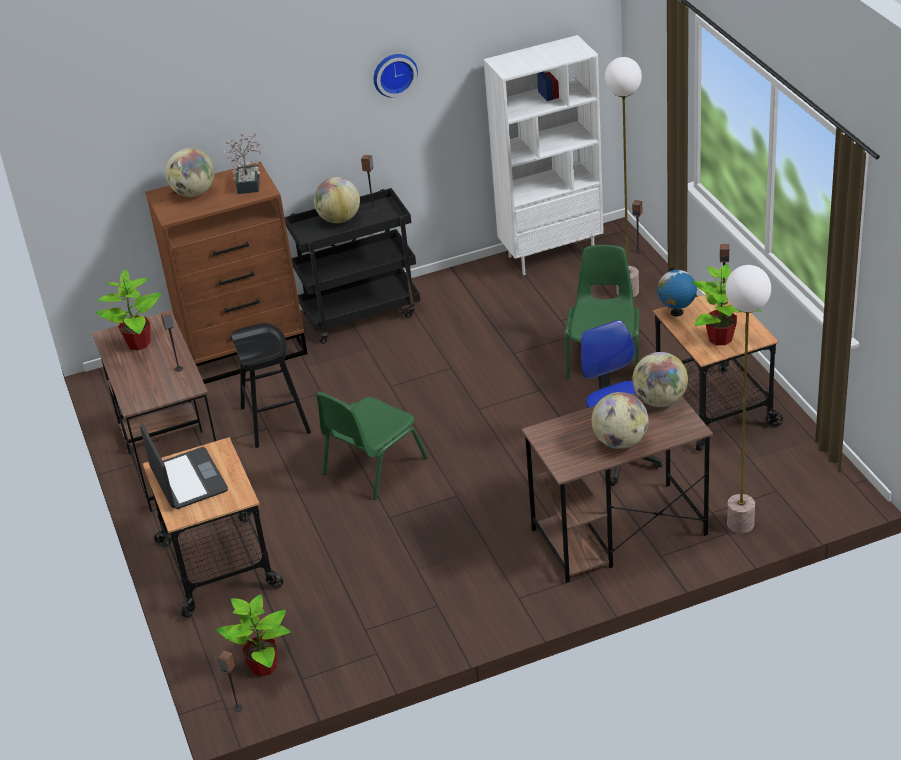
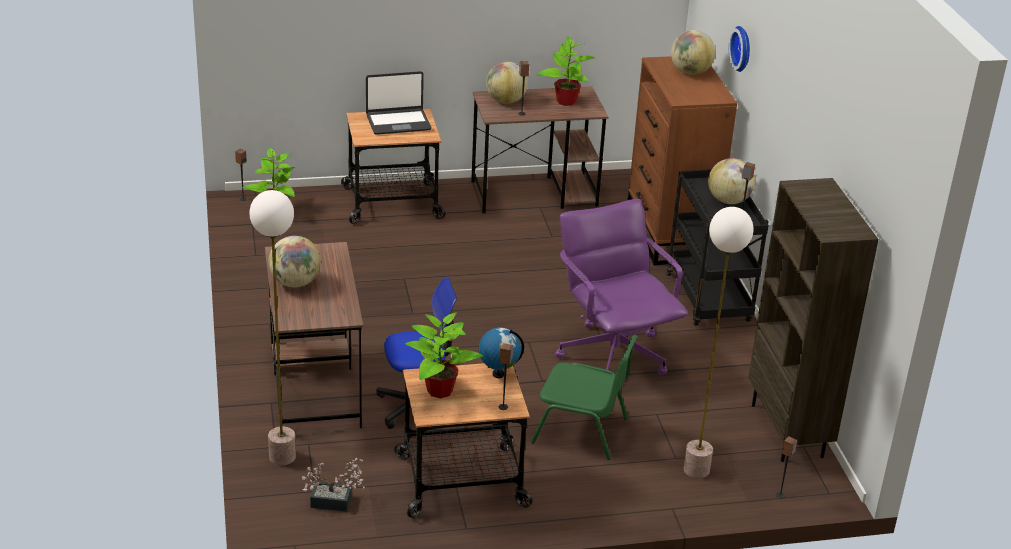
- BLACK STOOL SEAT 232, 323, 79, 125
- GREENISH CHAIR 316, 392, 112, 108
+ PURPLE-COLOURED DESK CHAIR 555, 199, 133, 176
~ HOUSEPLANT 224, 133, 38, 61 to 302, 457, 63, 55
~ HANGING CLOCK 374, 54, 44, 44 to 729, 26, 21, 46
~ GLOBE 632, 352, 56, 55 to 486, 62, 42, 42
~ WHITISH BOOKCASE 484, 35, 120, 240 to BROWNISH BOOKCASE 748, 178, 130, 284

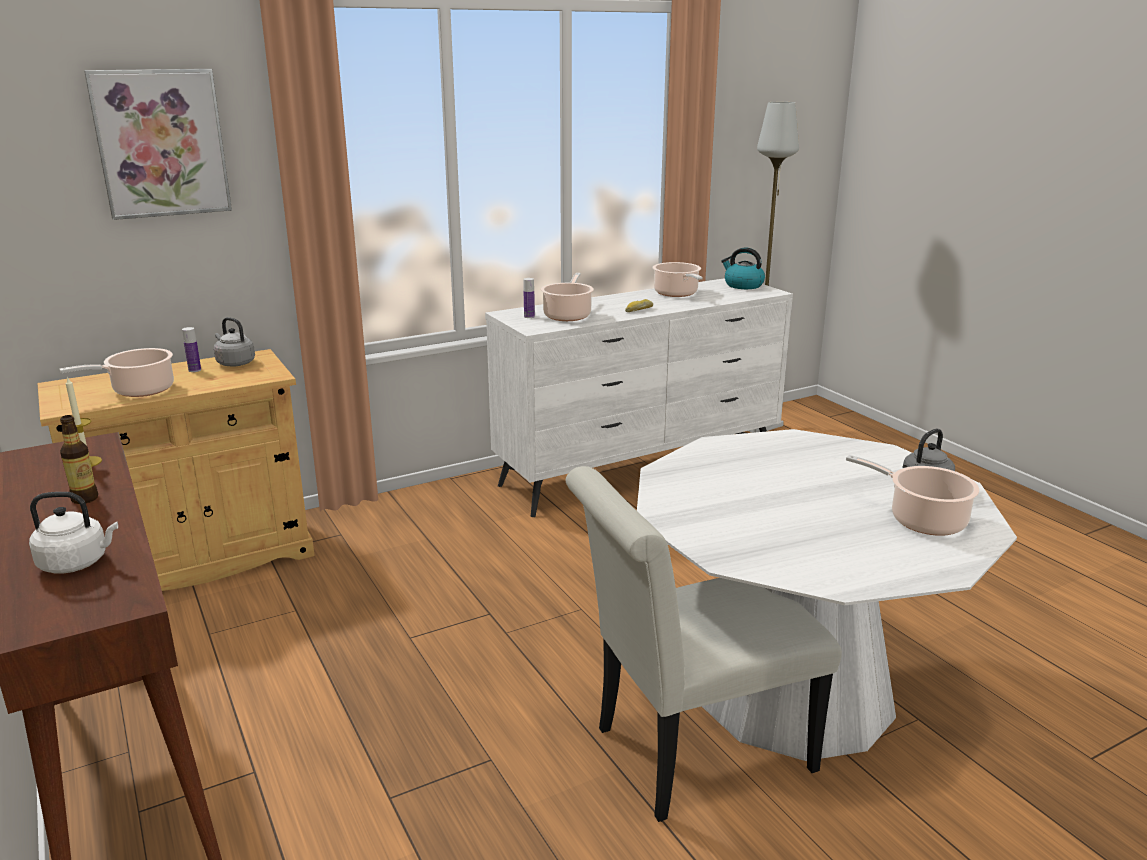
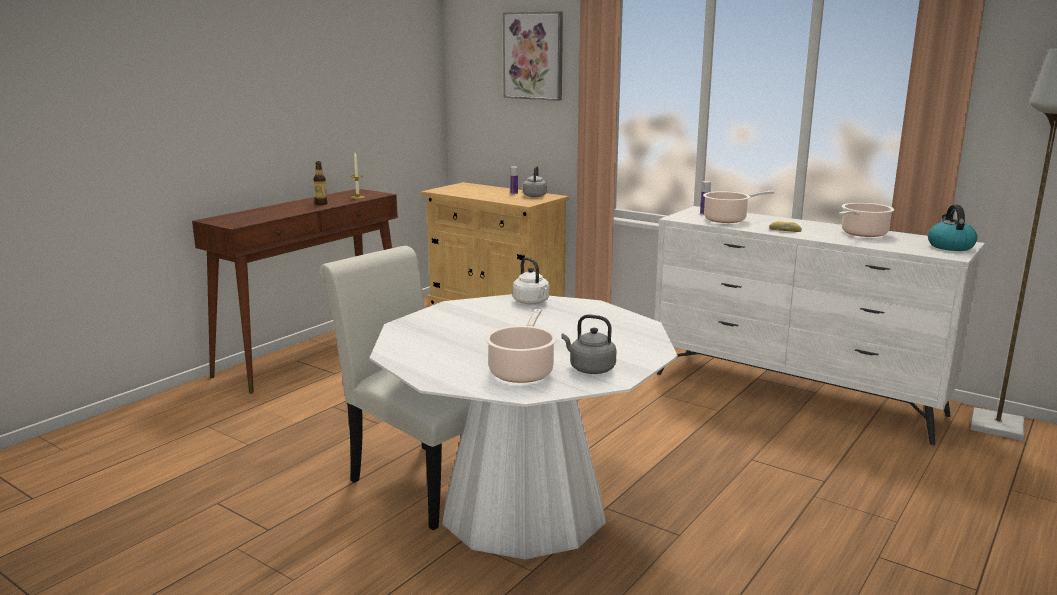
- STOCKPOT 59, 348, 115, 49
~ WHITISH KETTLE 29, 492, 89, 82 to 513, 257, 37, 48

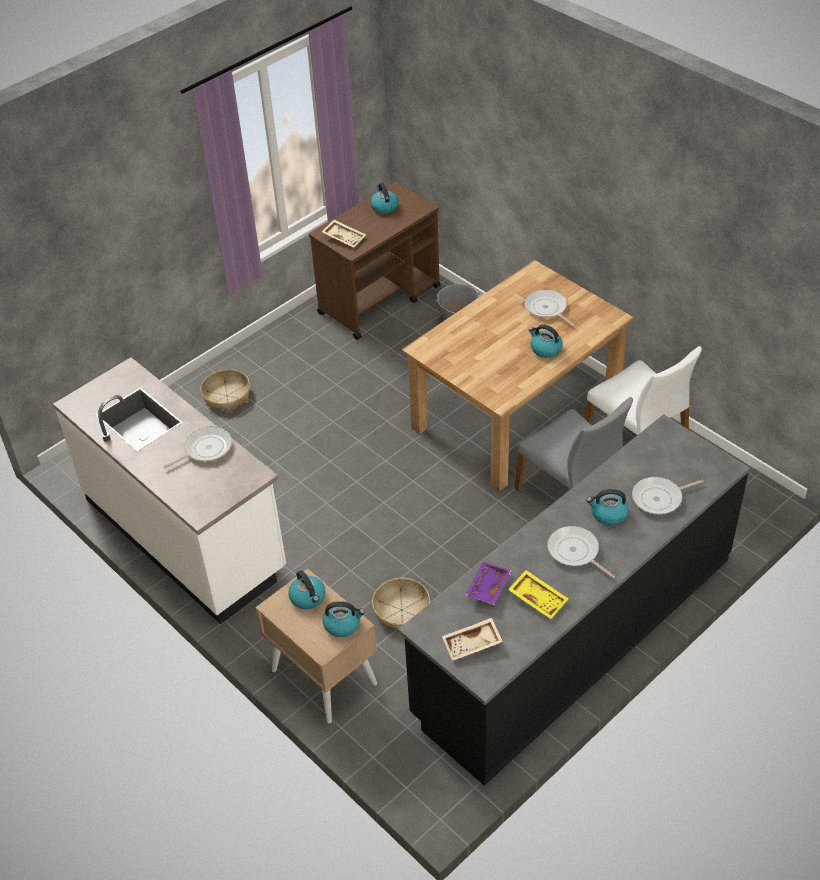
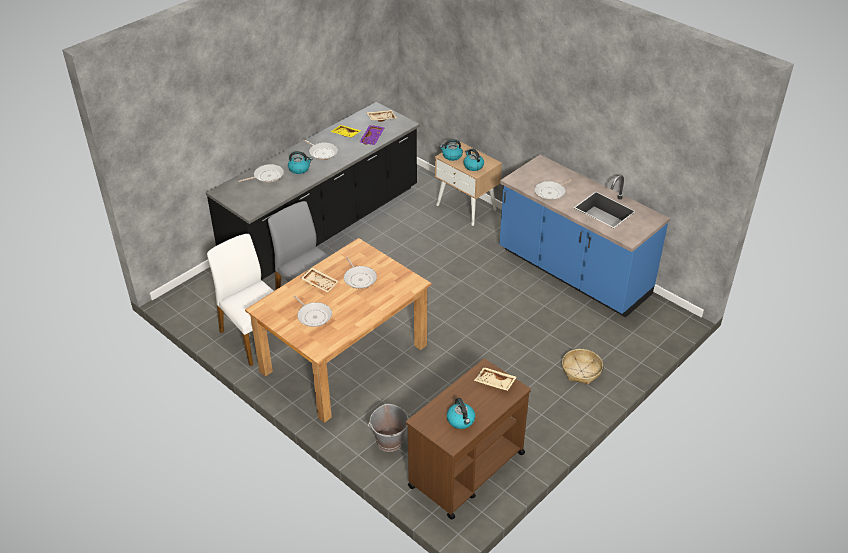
- STORAGE BASKET 372, 578, 58, 51
+ PAN 344, 257, 33, 32
~ KETTLE 529, 325, 34, 33 to SAND-COLOURED TRAY 301, 267, 38, 26
~ WHITISH COUNTER 53, 357, 233, 267 to BLUE COUNTER 499, 155, 171, 163

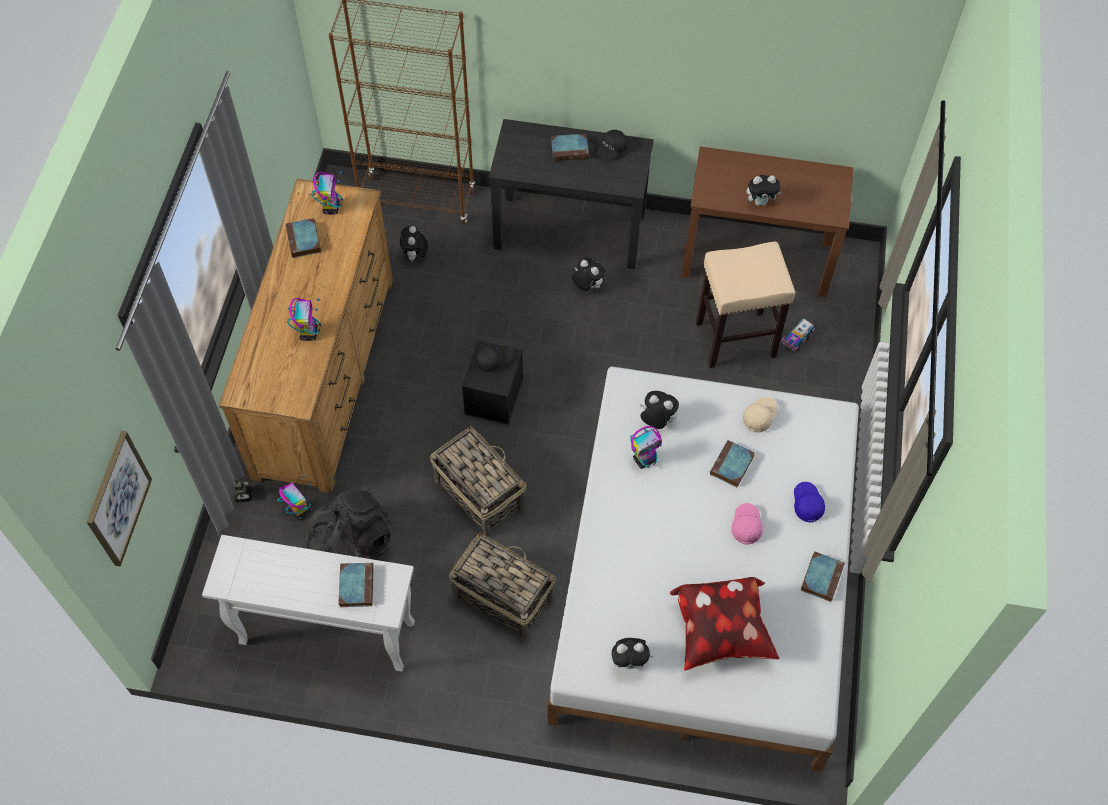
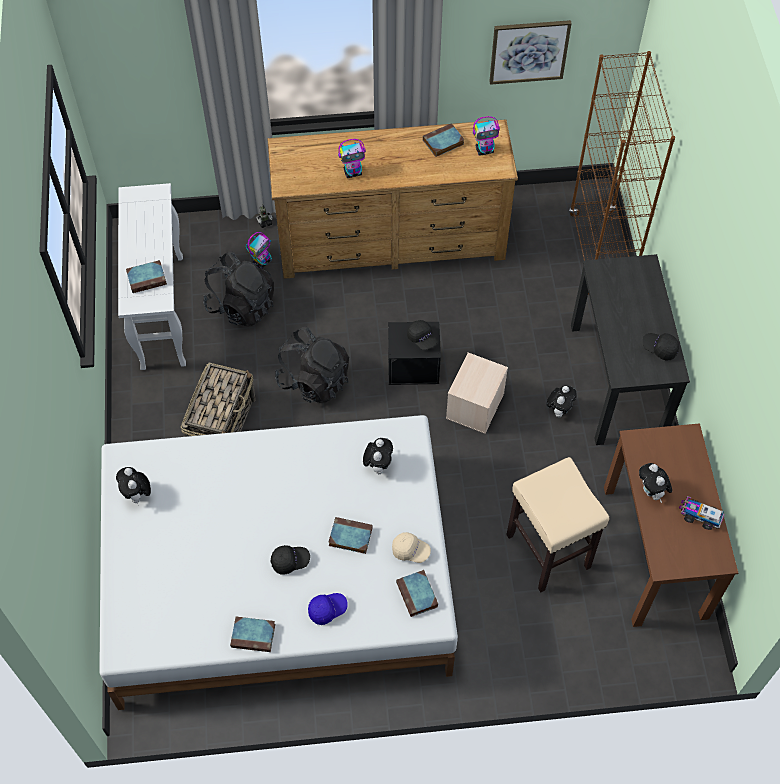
- CUDDLY TOY 400, 226, 28, 34
- TOY ROBOT 630, 426, 32, 43
- CUSHION 670, 577, 109, 94
+ SAND-COLOURED STORAGE BIN 446, 352, 62, 82
~ WALL PICTURE 86, 431, 66, 135 to 489, 20, 83, 65
~ BOUND BOOK 551, 134, 38, 27 to 396, 570, 42, 47
~ MODEL TRUCK 781, 319, 34, 32 to 679, 496, 45, 34
~ STORAGE BASKET 430, 425, 97, 112 to BLACK BACKPACK 275, 326, 74, 77
~ PINKISH PEAKED CAP 732, 503, 31, 42 to BLACK PEAKED CAP 270, 545, 40, 30

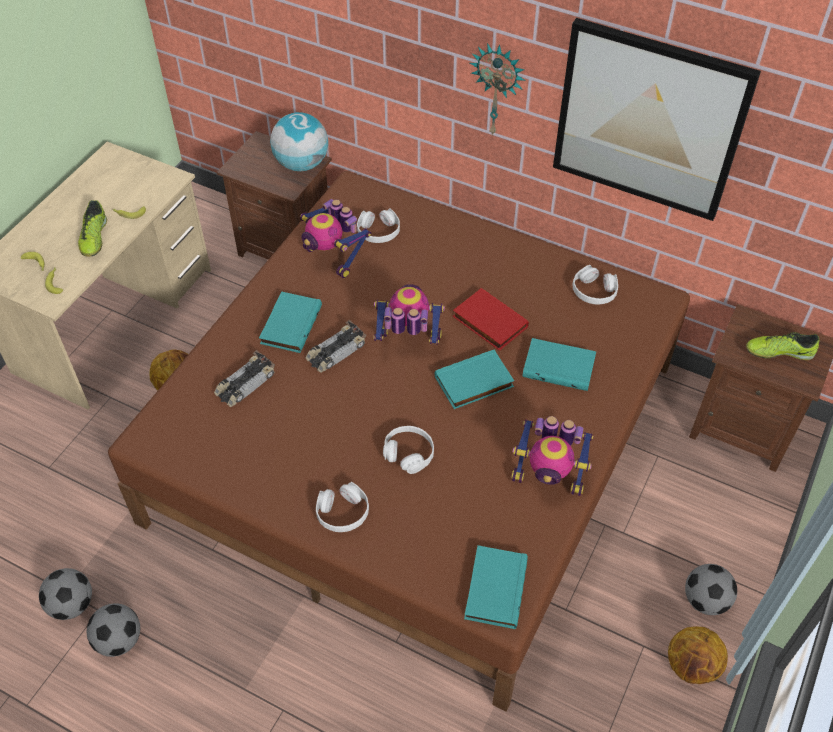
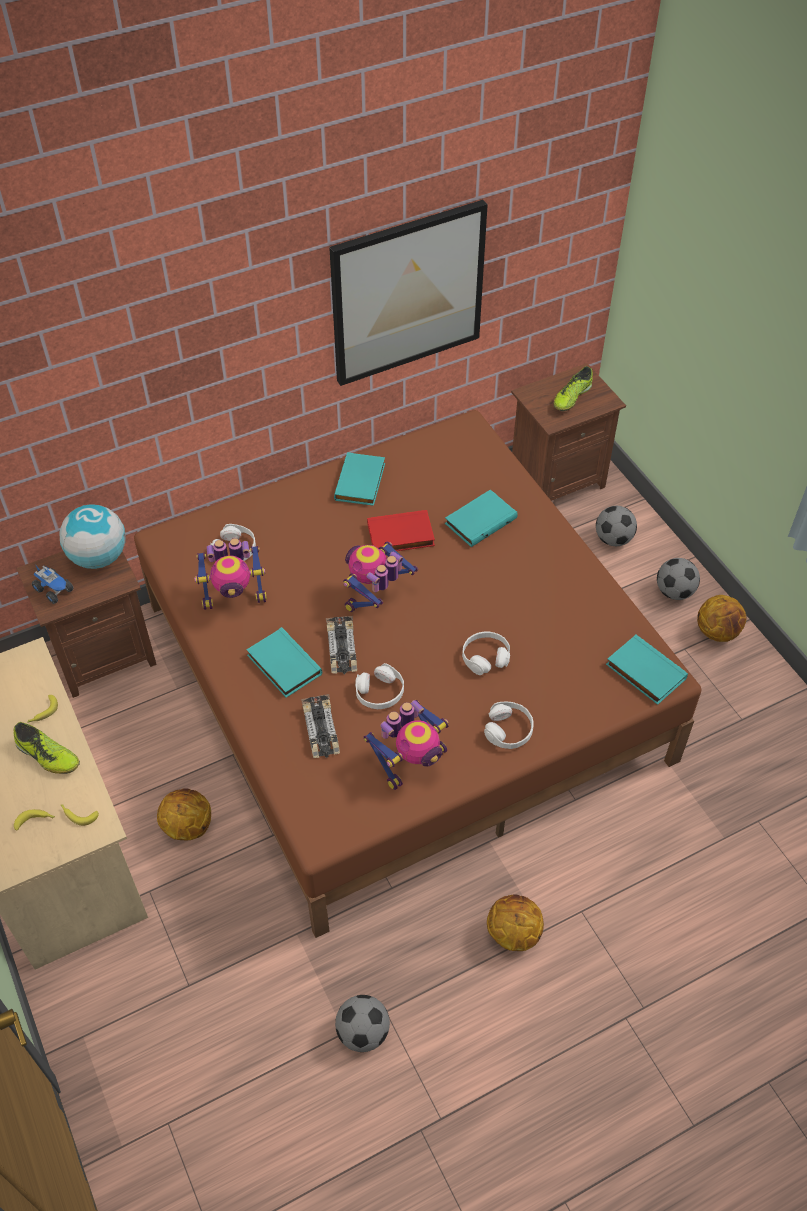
- HANGING CLOCK 470, 43, 56, 93
+ MODEL TRUCK 32, 565, 42, 39
+ BALL FOR BASKETBALL 487, 895, 57, 56
~ BALL FOR FOOTBALL 87, 603, 53, 54 to 596, 506, 41, 40
~ BLUE-GREEN BOUND BOOK 435, 349, 79, 60 to 334, 452, 51, 54
~ TOY ROBOT 511, 416, 82, 80 to 364, 700, 85, 90
~ WHITISH PAIR OF HEADPHONES 572, 265, 46, 40 to 355, 663, 49, 46

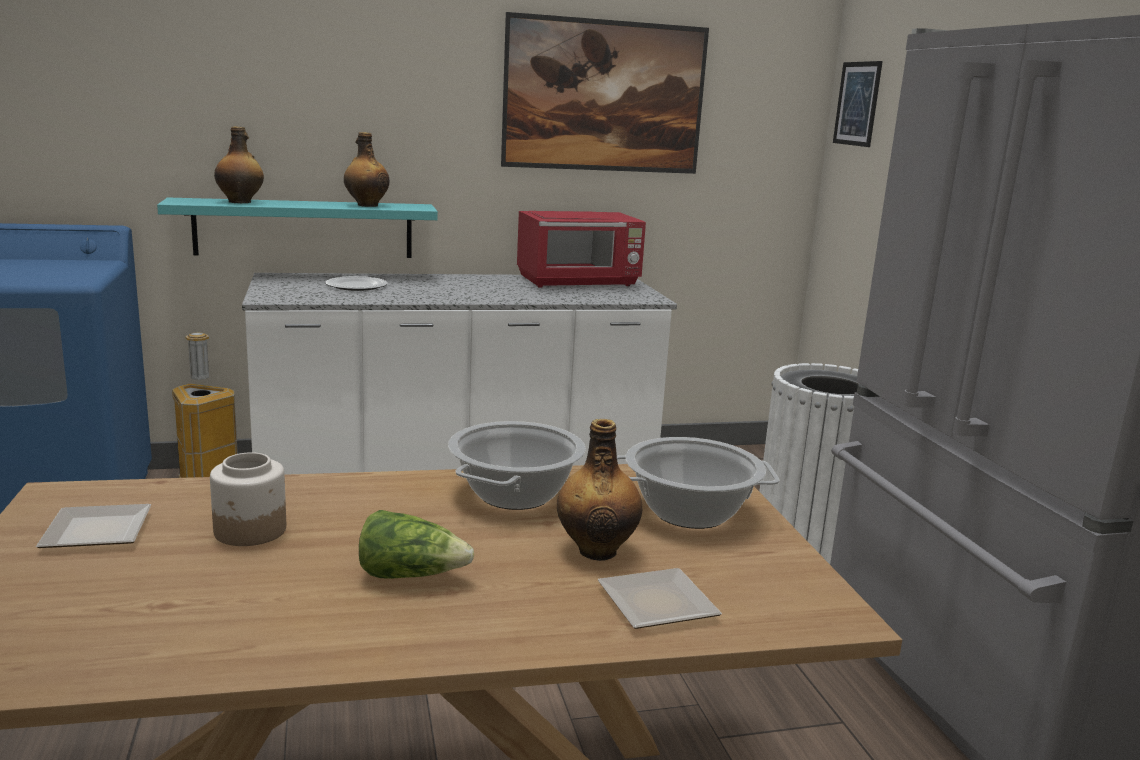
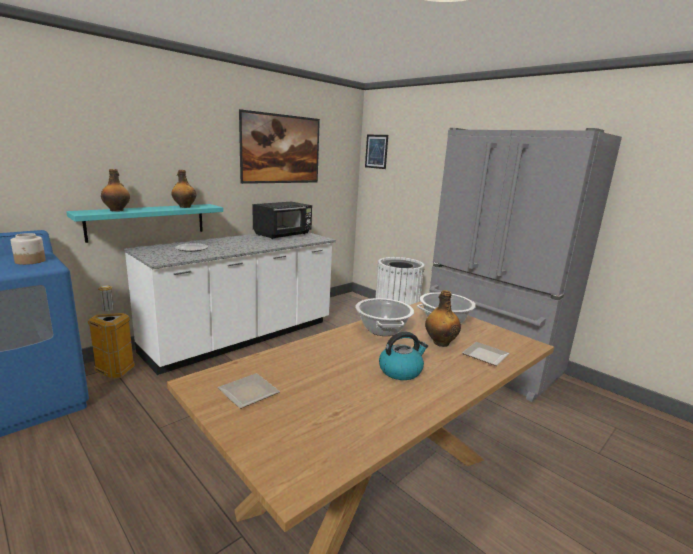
~ PRESERVE JAR 210, 452, 76, 94 to 11, 233, 35, 32
~ LETTUCE HEAD 359, 510, 115, 69 to KETTLE 379, 332, 49, 48
~ REDDISH KITCHEN MICROWAVE 517, 211, 129, 77 to BLACK KITCHEN MICROWAVE 252, 202, 60, 37

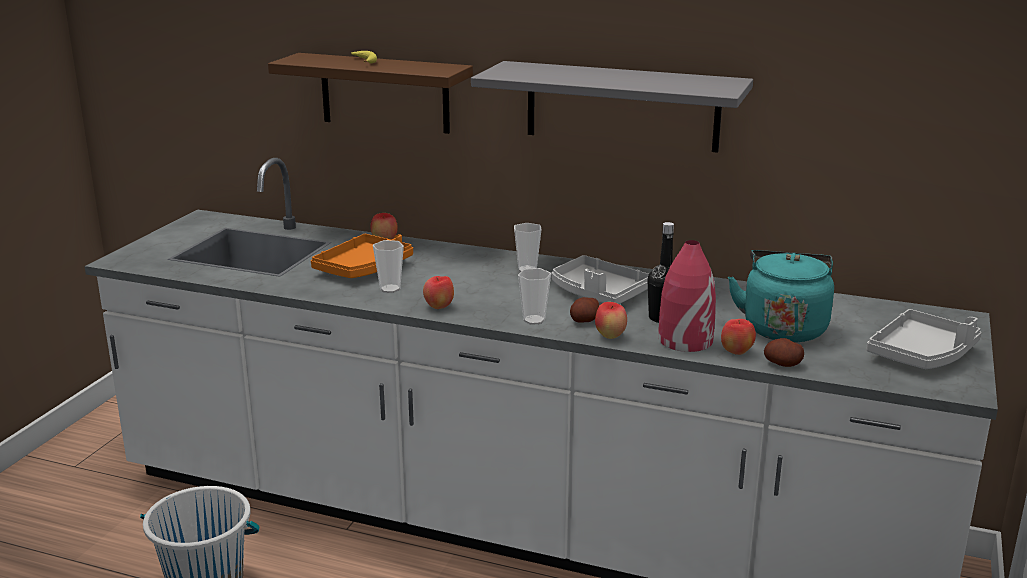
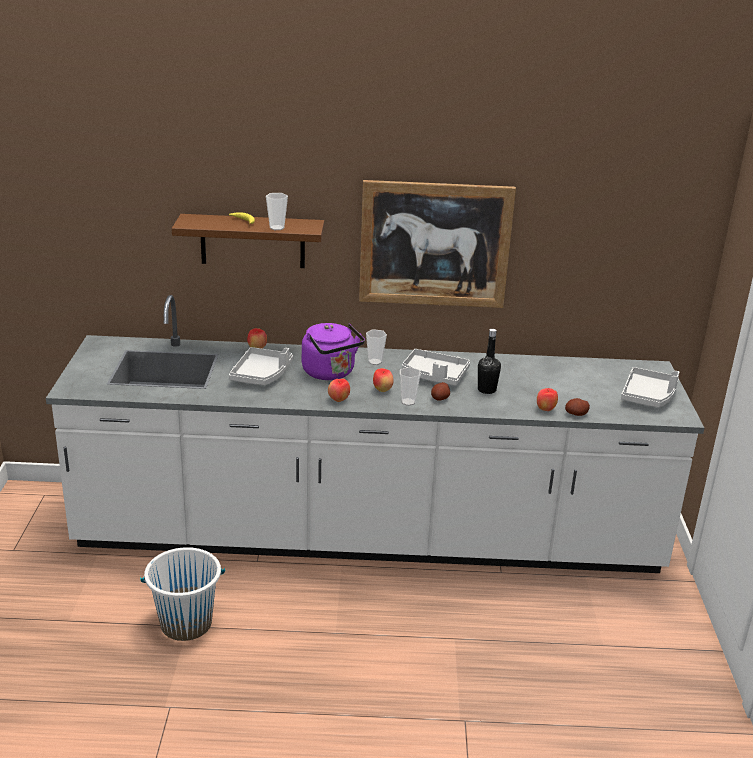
- REDDISH VASE 658, 240, 58, 112
- BLUE-GREEN KETTLE 728, 250, 106, 92
+ PURPLE-COLOURED KETTLE 302, 323, 63, 57
~ CUP 373, 240, 31, 53 to 266, 193, 22, 37
~ APPLE FRUIT 595, 302, 32, 37 to 373, 368, 20, 24
~ GRAY SHELF 471, 61, 282, 92 to WALL PICTURE 359, 180, 157, 128
~ ORANGEY TRAY 311, 234, 102, 44 to GRAY TRAY 229, 347, 64, 38

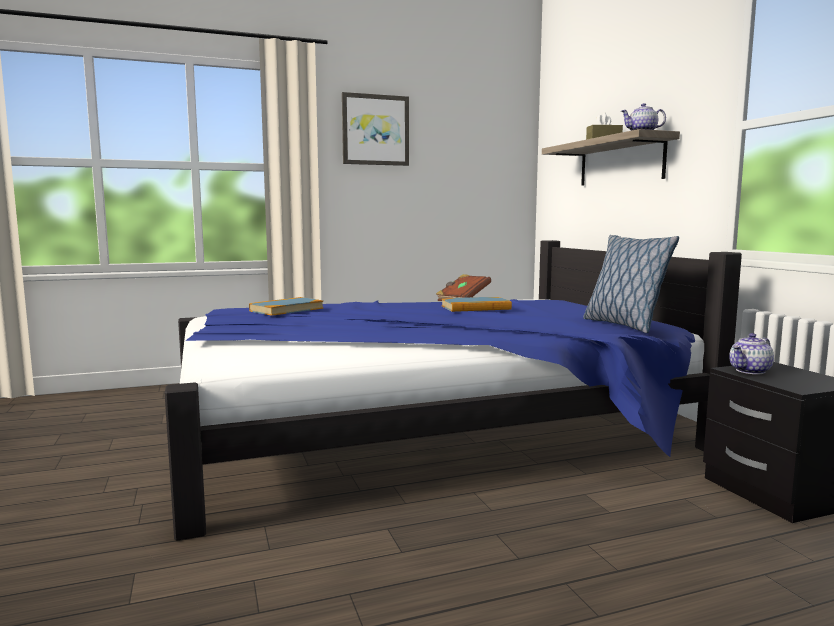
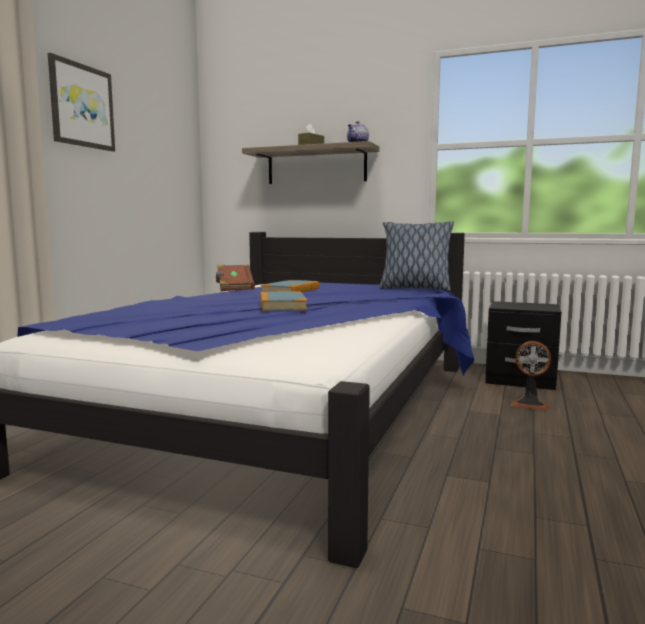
- TEA POT 729, 333, 45, 41
+ COOLING FAN 511, 341, 40, 69
~ BOUND BOOK 249, 297, 74, 19 to 260, 291, 47, 20

